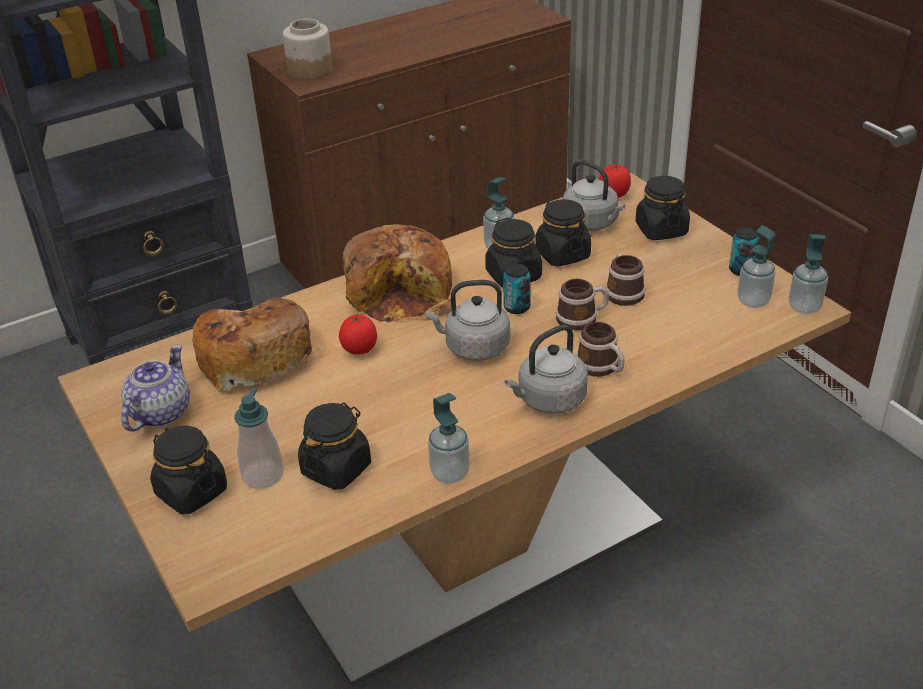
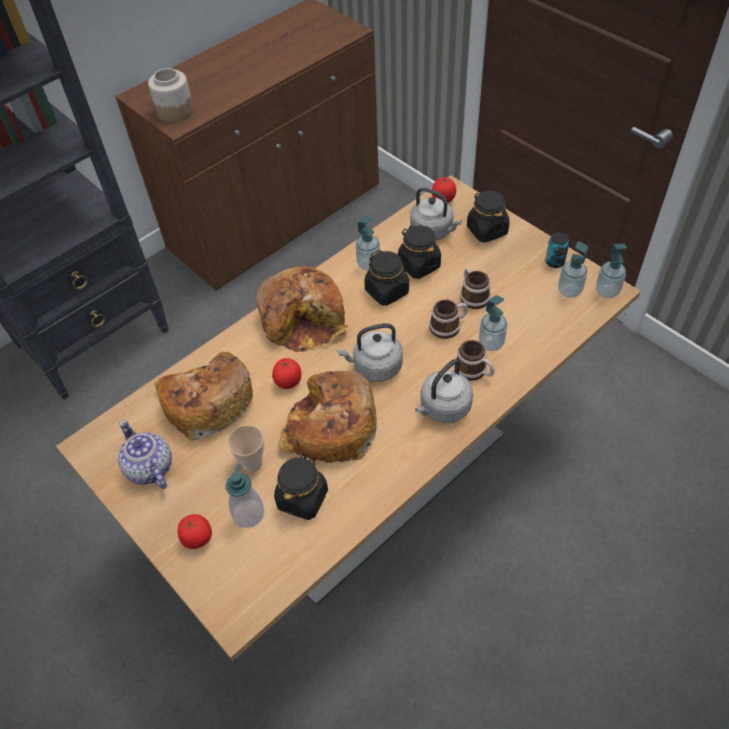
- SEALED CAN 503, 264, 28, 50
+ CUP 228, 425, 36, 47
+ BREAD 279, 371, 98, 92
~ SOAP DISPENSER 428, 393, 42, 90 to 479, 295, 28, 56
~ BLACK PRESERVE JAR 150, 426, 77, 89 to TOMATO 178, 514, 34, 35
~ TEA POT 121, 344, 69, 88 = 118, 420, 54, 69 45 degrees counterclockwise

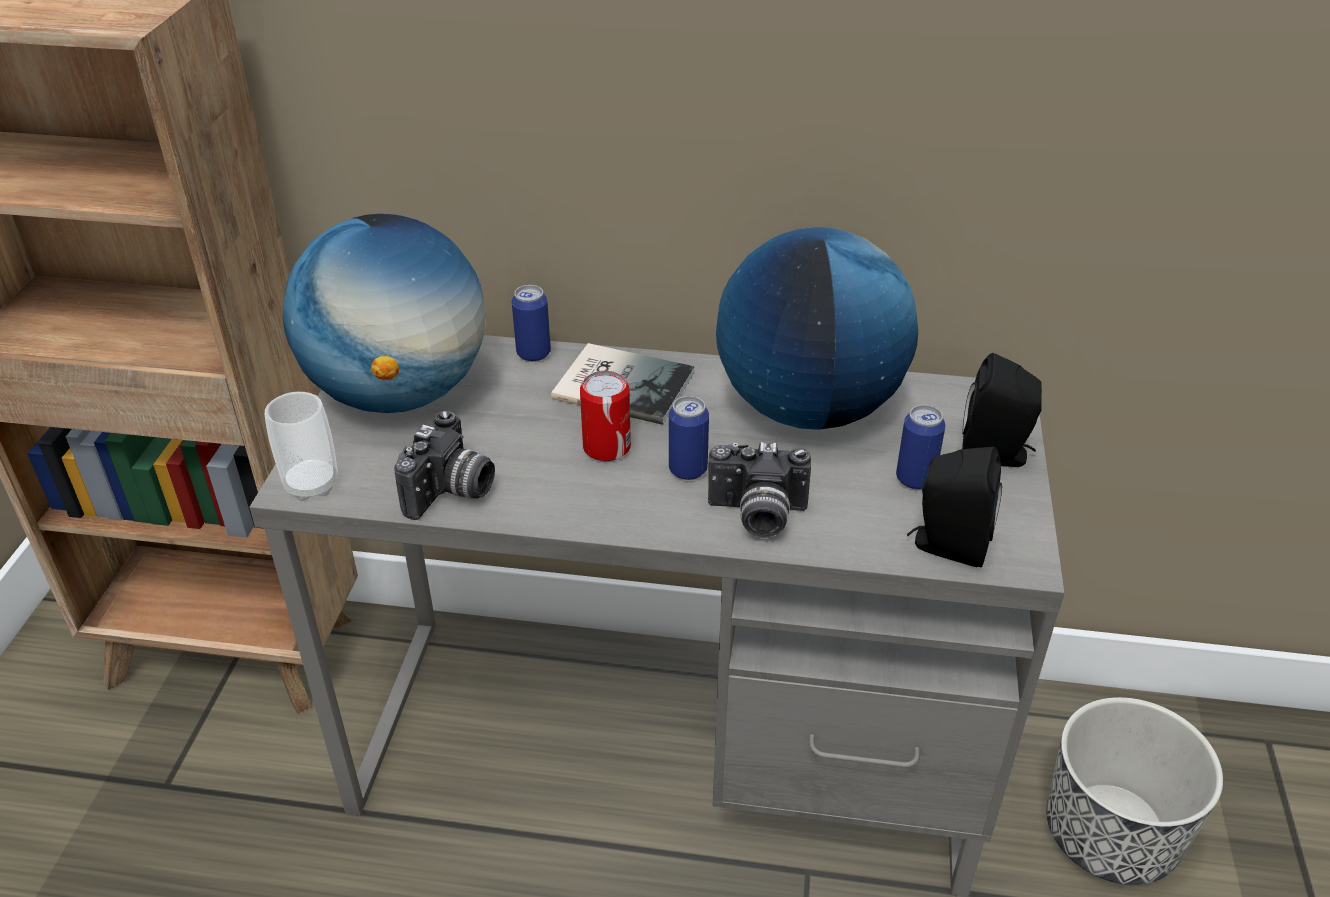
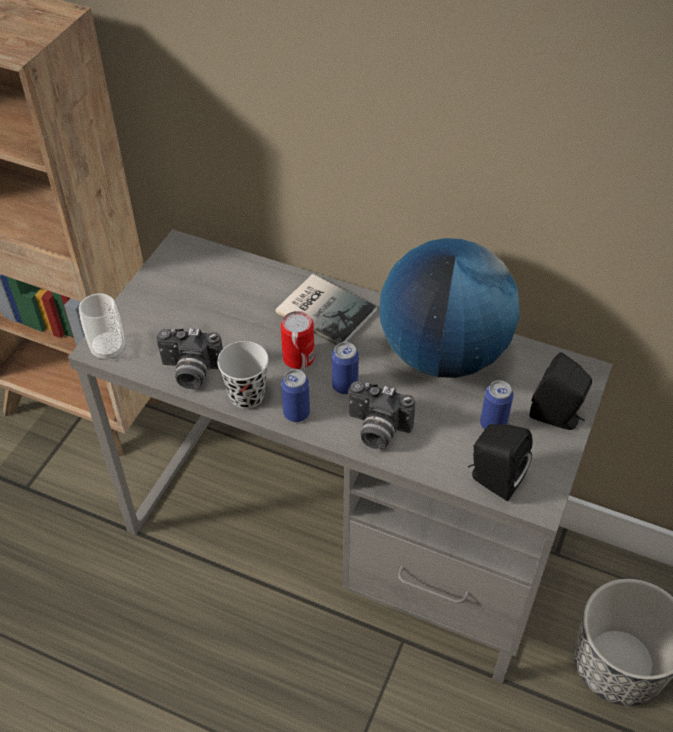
- GLOBE 283, 214, 202, 199
+ BLACK CUP 217, 341, 52, 68
~ SEALED CAN 512, 285, 39, 77 to 281, 369, 29, 53
~ STILL CAMERA 394, 410, 101, 110 = 156, 328, 67, 61 60 degrees clockwise

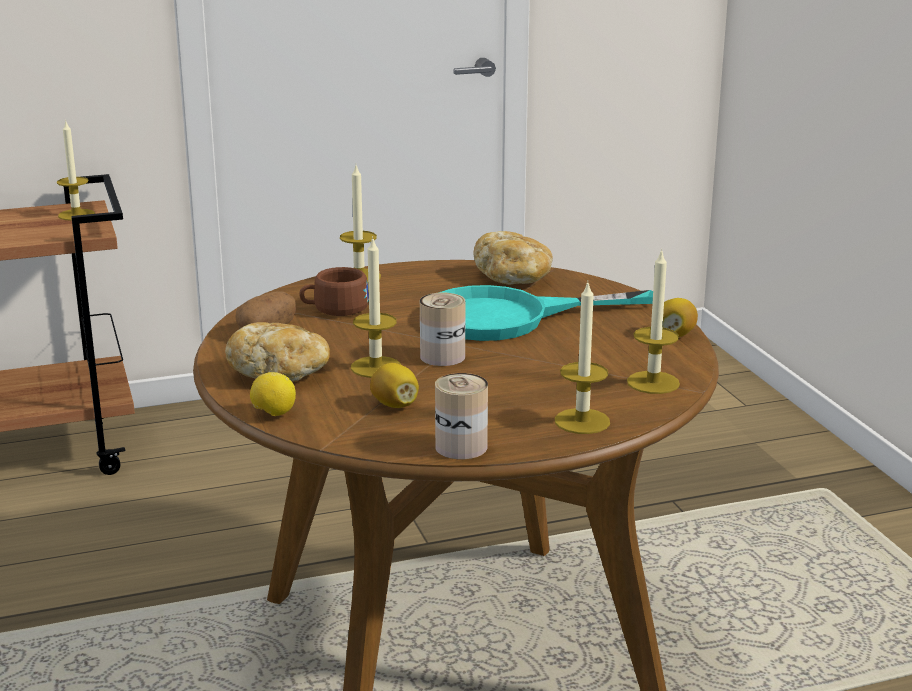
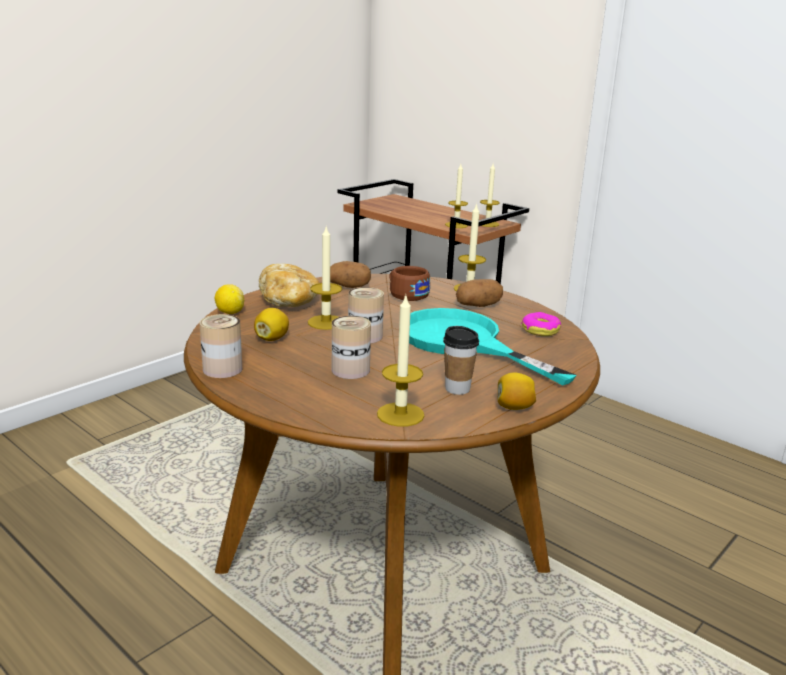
+ SEALED CAN 332, 316, 39, 63
+ CUP 443, 326, 36, 69
+ POTATO 456, 279, 47, 28
~ WAX CANDLE 555, 283, 55, 151 to 445, 164, 23, 64
~ BREAD 473, 231, 80, 54 to RING DOUGHNUT 521, 312, 40, 24

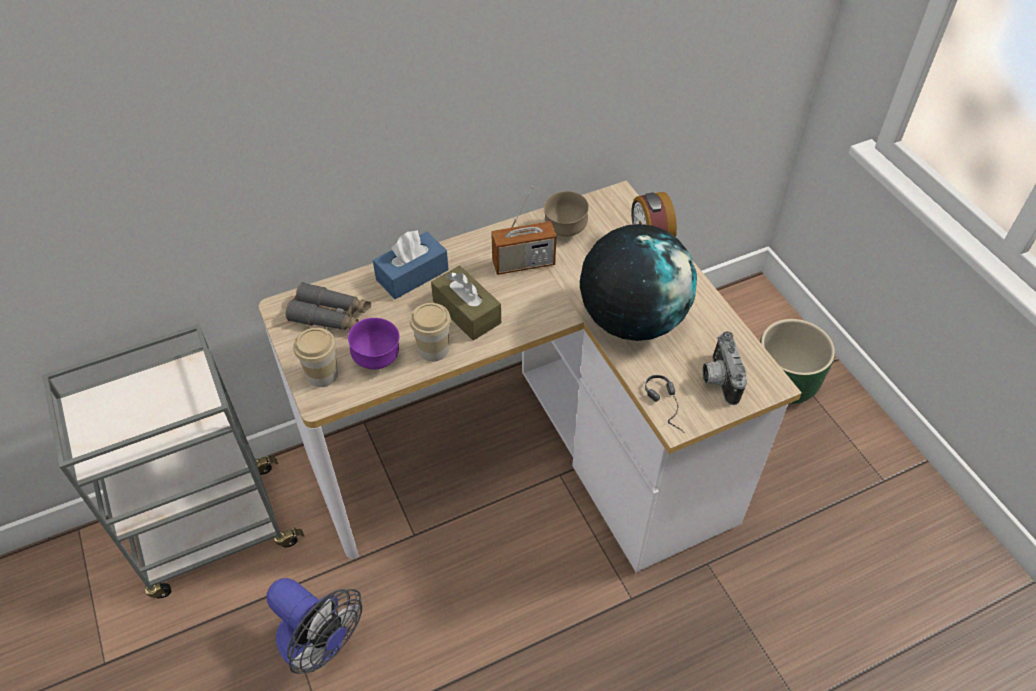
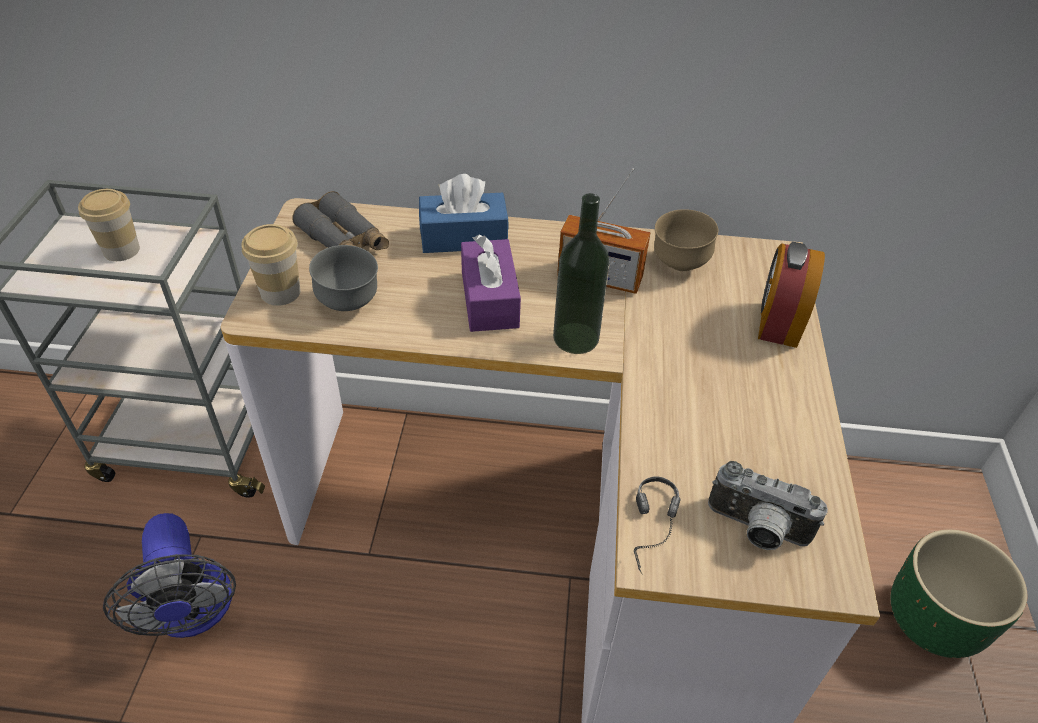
- GLOBE 580, 224, 117, 117
+ BEVERAGE BOTTLE 553, 193, 57, 161
~ CUP 410, 303, 41, 59 to 78, 189, 62, 72
~ PURPLE-COLOURED BOWL 348, 318, 52, 52 to GRAY BOWL 309, 245, 69, 66
~ BROWNISH TISSUE BOX 431, 266, 70, 74 to PURPLE-COLOURED TISSUE BOX 461, 235, 60, 97
~ STILL CAMERA 702, 331, 45, 74 = 708, 461, 120, 89 90 degrees counterclockwise

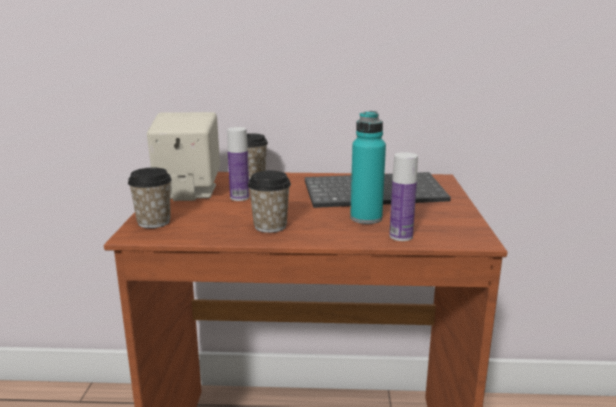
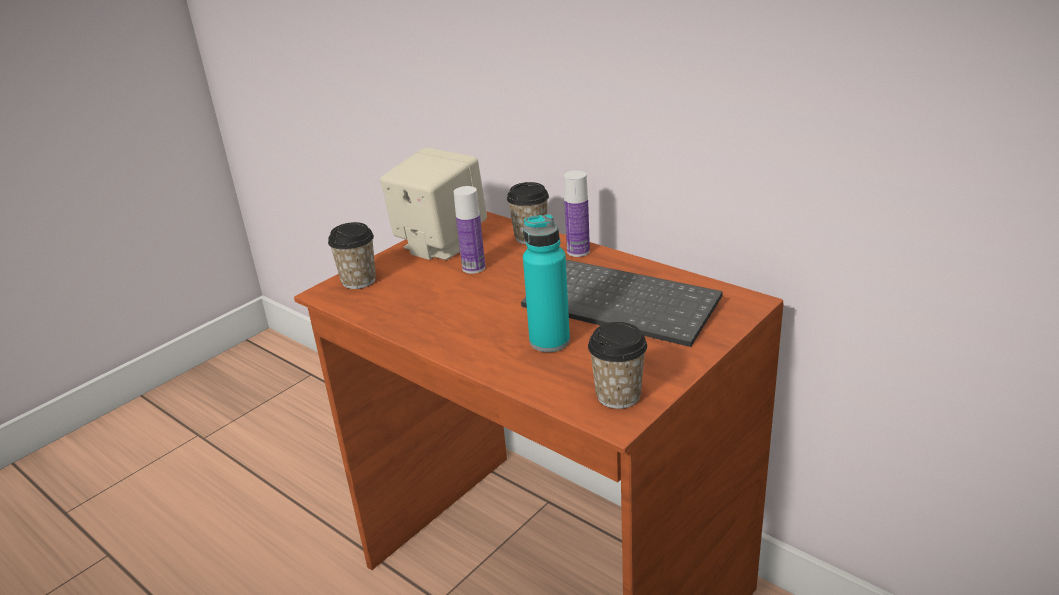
~ CUP 248, 171, 43, 62 to 588, 322, 59, 87
~ BEVERAGE BOTTLE 389, 152, 29, 89 to 564, 170, 26, 87

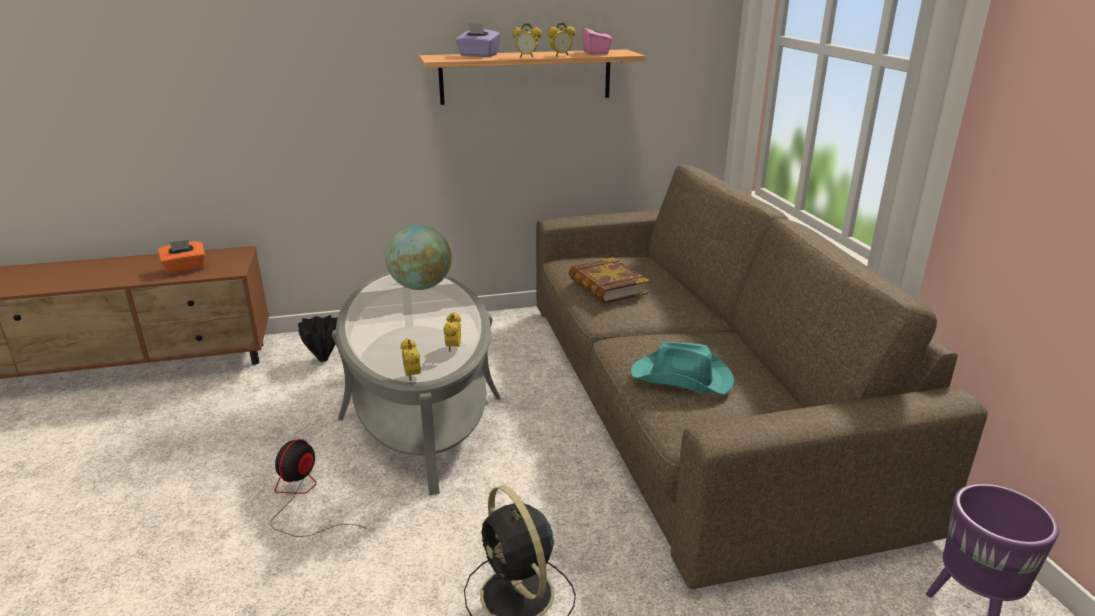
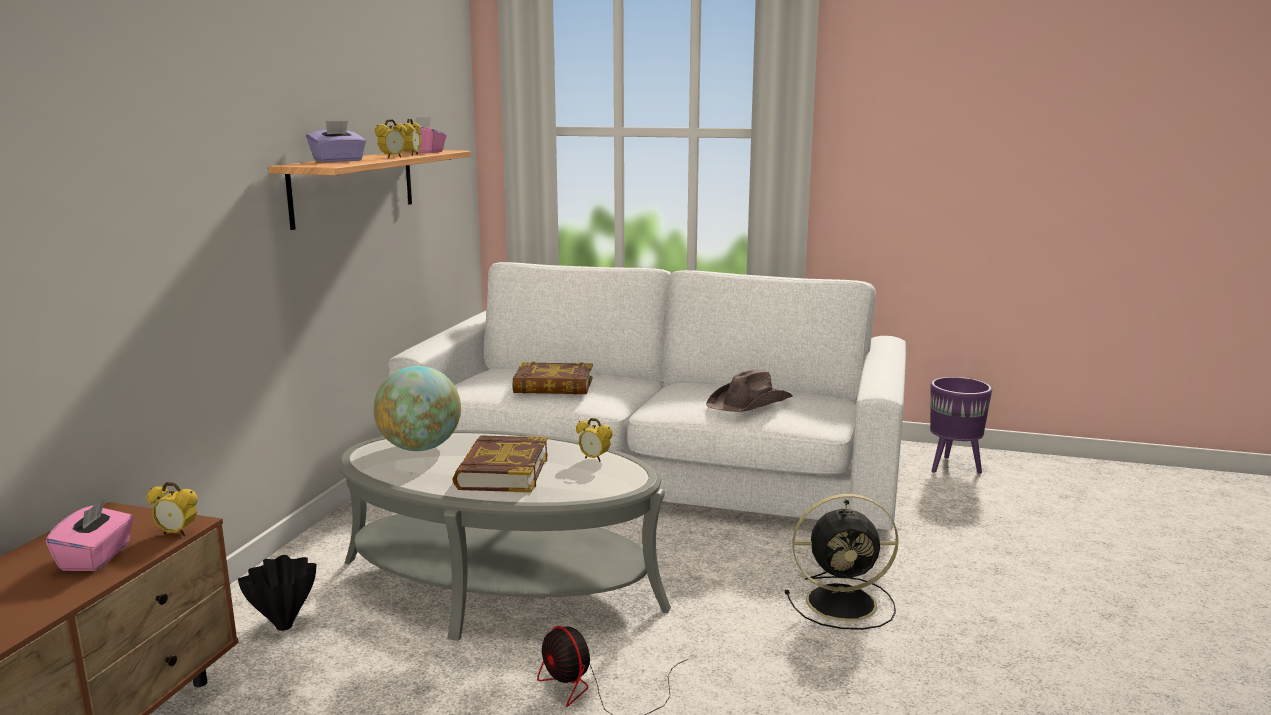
+ BOUND BOOK 452, 435, 96, 58
~ BEDSIDE CLOCK 400, 338, 21, 43 to 147, 482, 51, 54
~ ORANGEY TISSUE BOX 158, 240, 47, 34 to PINKISH TISSUE BOX 46, 498, 88, 73
~ BROWNISH SETTEE 536, 165, 452, 424 to WHITISH SETTEE 388, 262, 518, 270
~ BLUE-GREEN WEARABLE HAT 631, 342, 103, 53 to BROWNISH WEARABLE HAT 706, 369, 87, 43

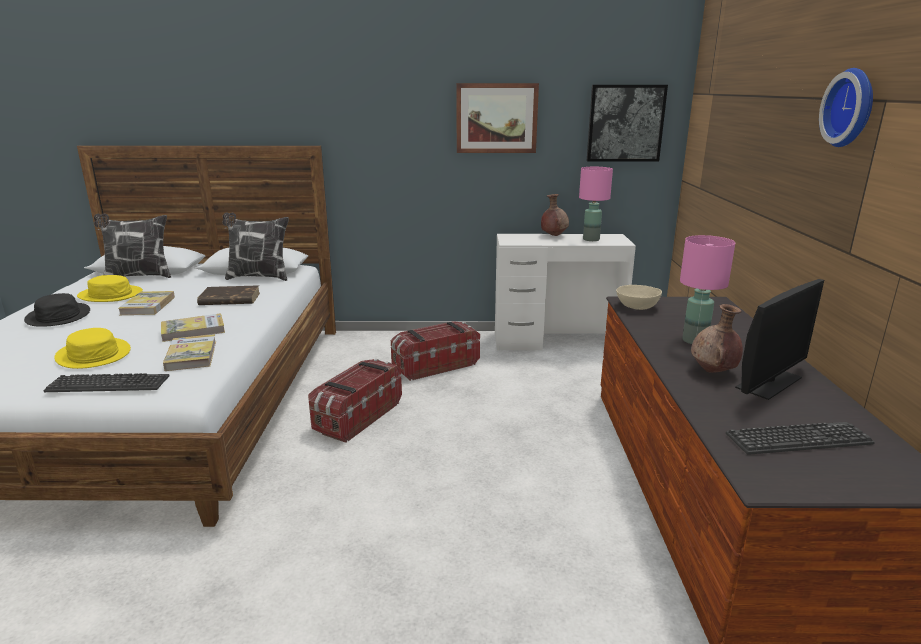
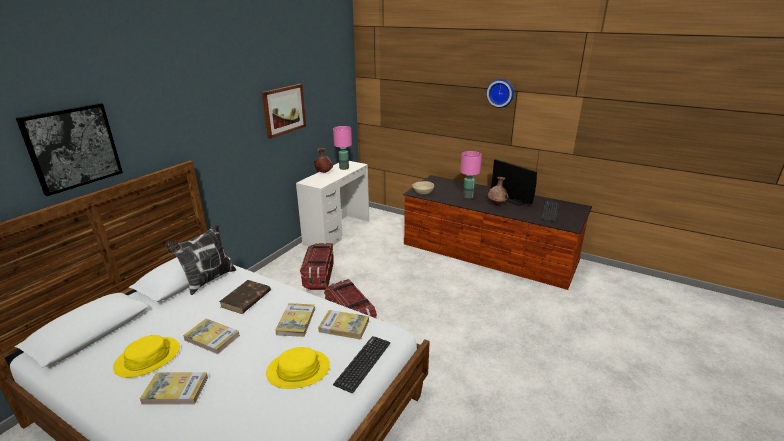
- CUSHION 94, 213, 77, 65
~ WALL PICTURE 587, 85, 81, 77 to 16, 103, 107, 93
~ BLACK WEARABLE HAT 24, 293, 66, 34 to BOUND BOOK 140, 372, 68, 32
~ MONITOR 735, 279, 89, 121 = 491, 159, 46, 47 150 degrees clockwise

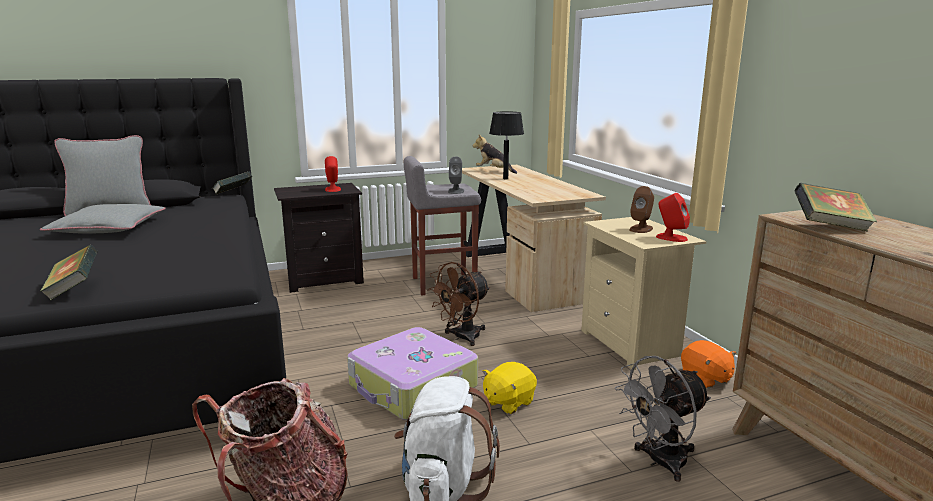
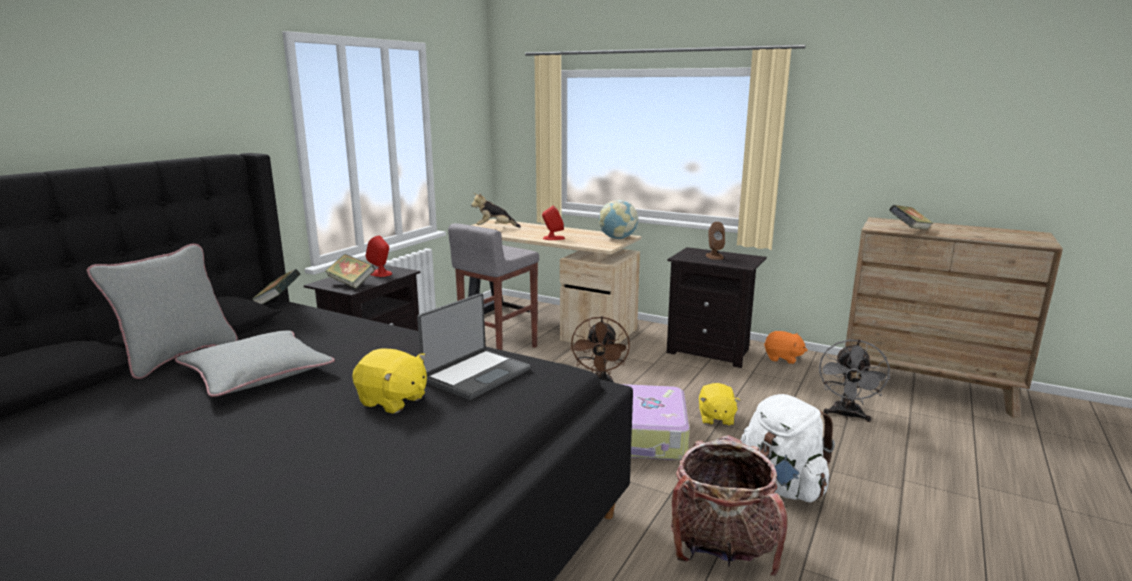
- GRAY LOUDSPEAKER 448, 156, 16, 38
- BLACK TABLE LAMP 489, 111, 35, 68
+ YELLOW CUDDLY TOY 352, 349, 75, 65
+ NOTEBOOK COMPUTER 417, 293, 114, 107
+ GLOBE 599, 199, 40, 40
~ BOUND BOOK 40, 245, 58, 56 to 325, 254, 50, 35
~ REDDISH LOUDSPEAKER 656, 193, 34, 49 to 542, 206, 23, 34
~ SAND-COLOURED NIGHT TABLE 581, 217, 125, 153 to BLACK NIGHT TABLE 667, 247, 100, 121

